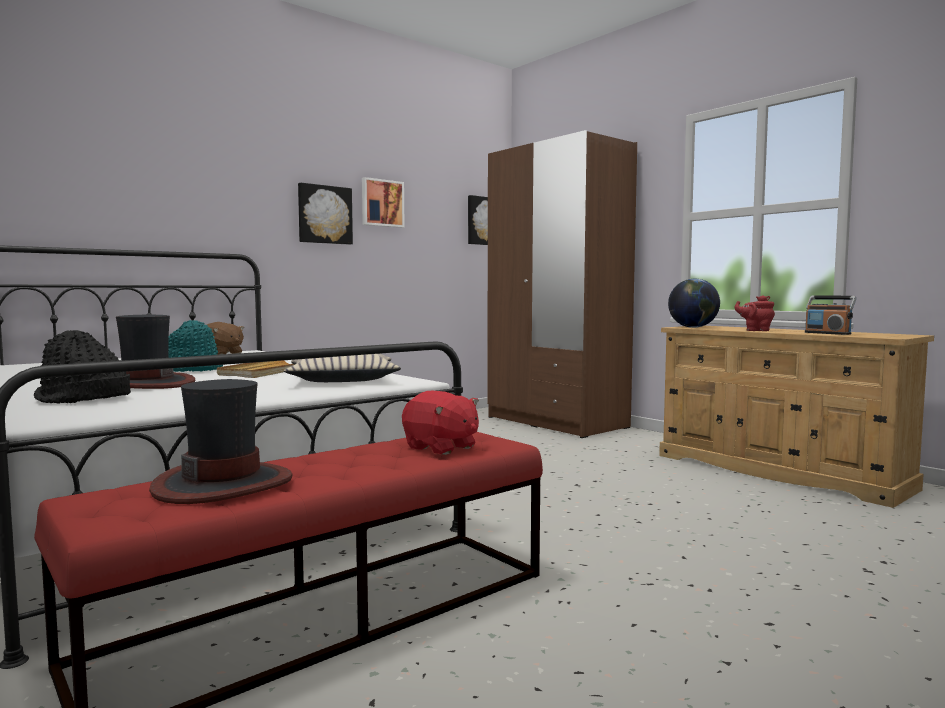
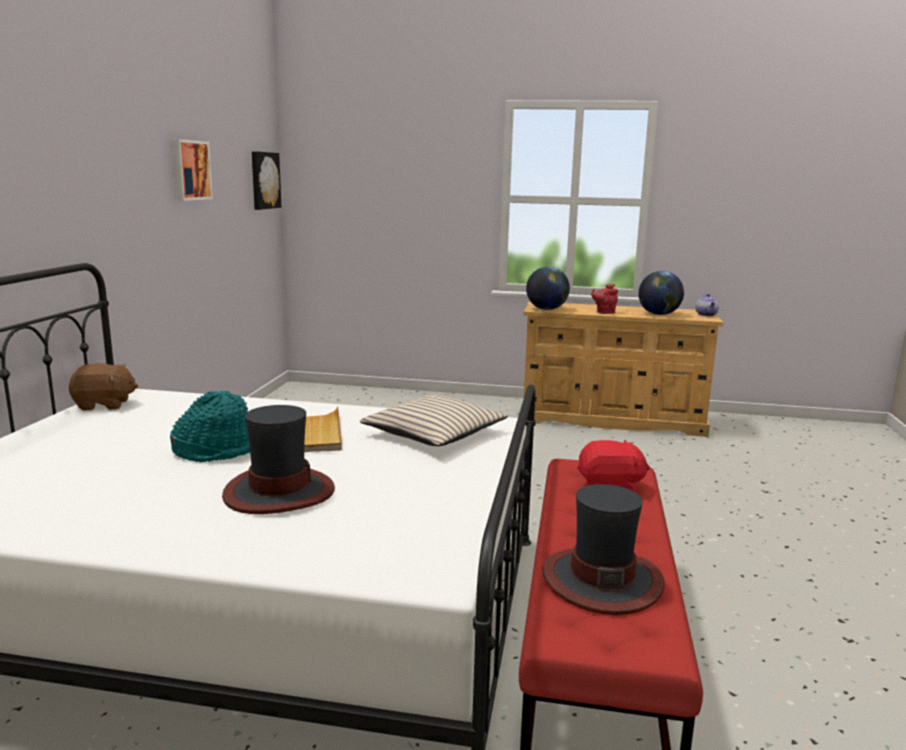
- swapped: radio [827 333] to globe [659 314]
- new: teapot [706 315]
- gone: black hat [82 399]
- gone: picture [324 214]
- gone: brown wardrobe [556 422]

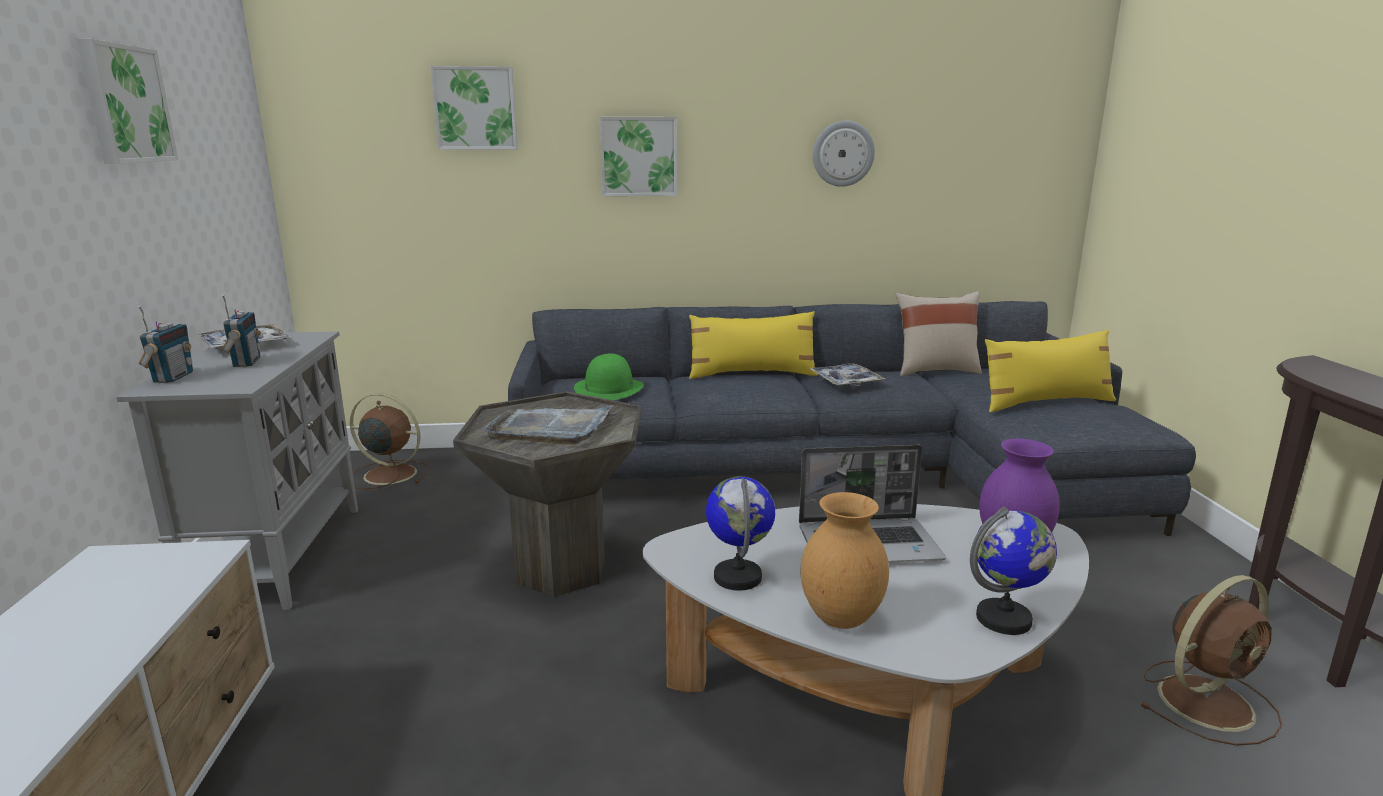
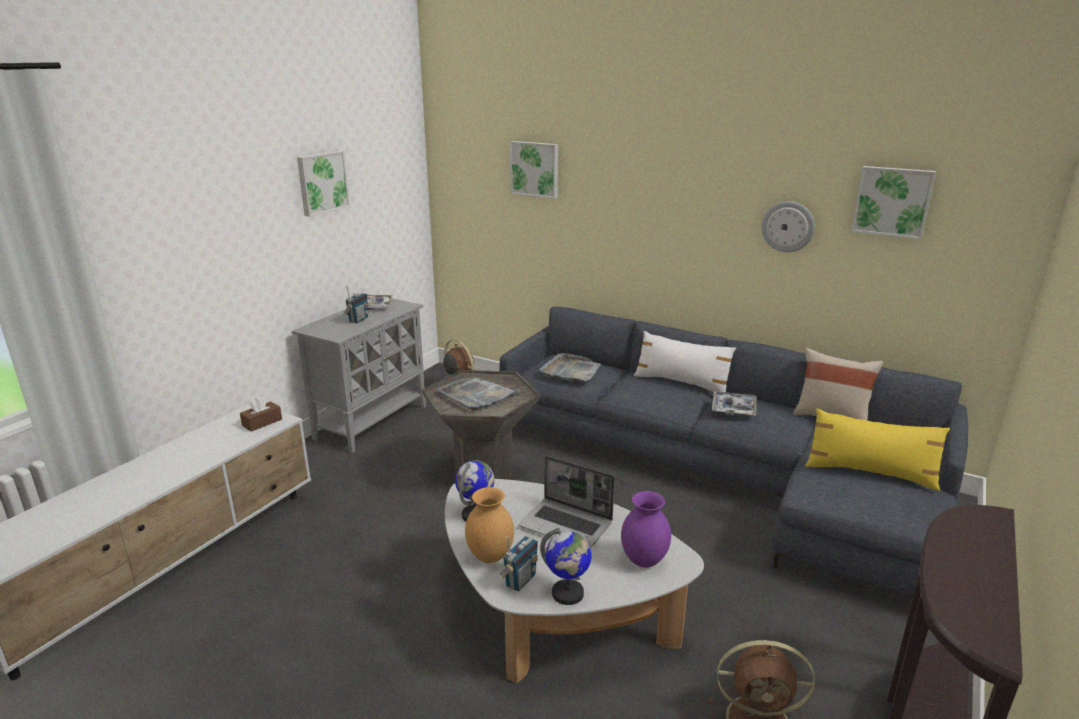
- new: brown tissue box [262 422]
- shifted: radio [172 377] to [520 580]
- swapped: green hat [609 388] to grey tray [571 371]
- repainted: yellow pillow [752 374] to white pillow [681 383]
- shifted: picture [638 156] to [892 201]

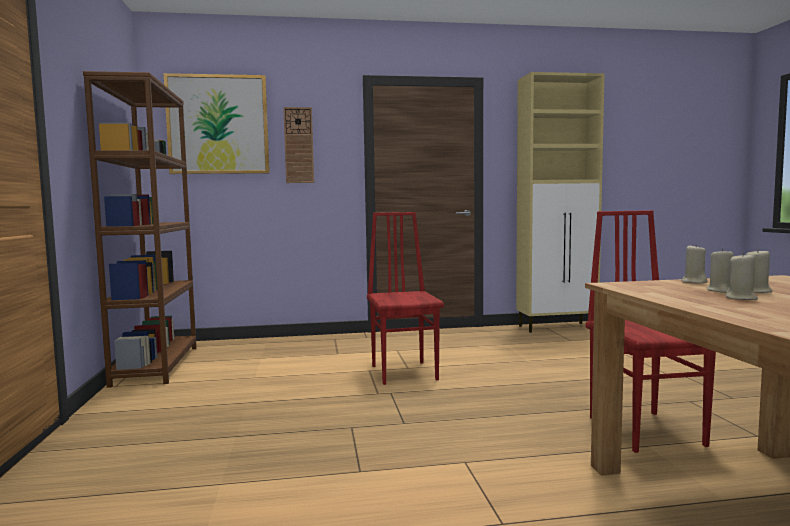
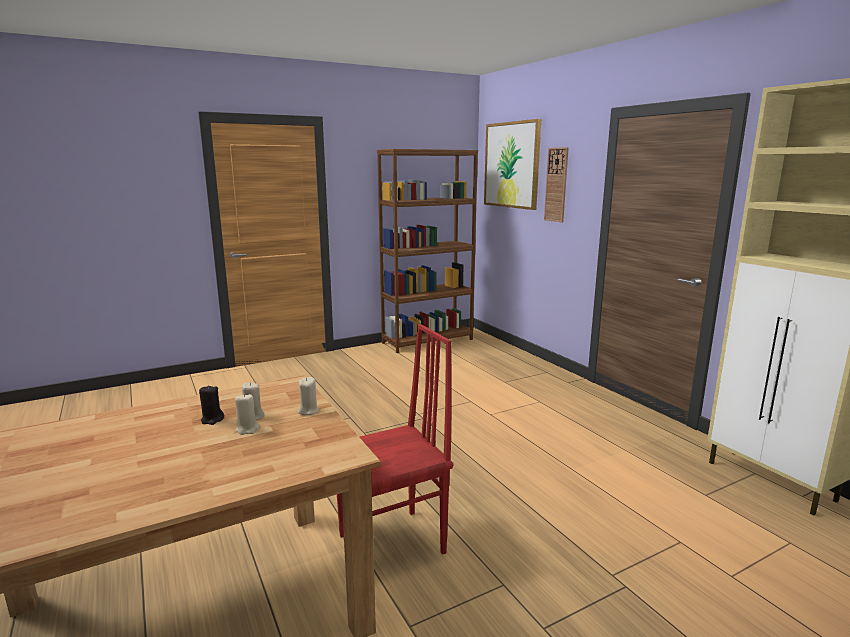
- repainted: beige candle [741 298] to black candle [212 420]
- gone: red chair [405 372]

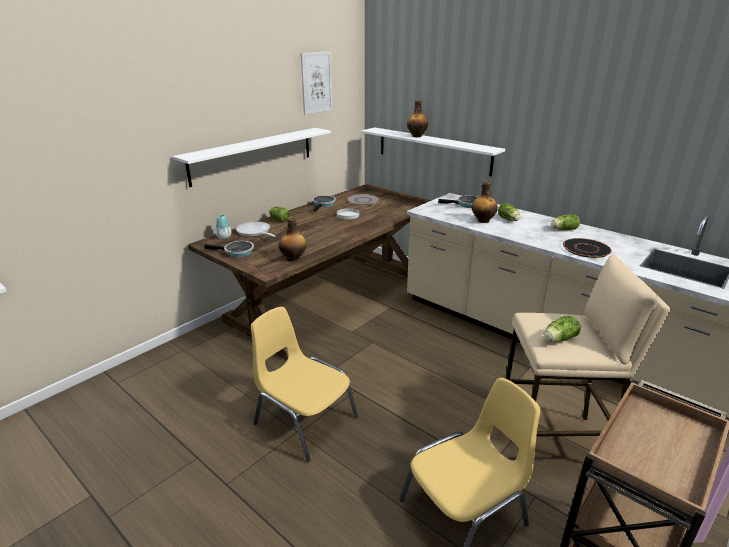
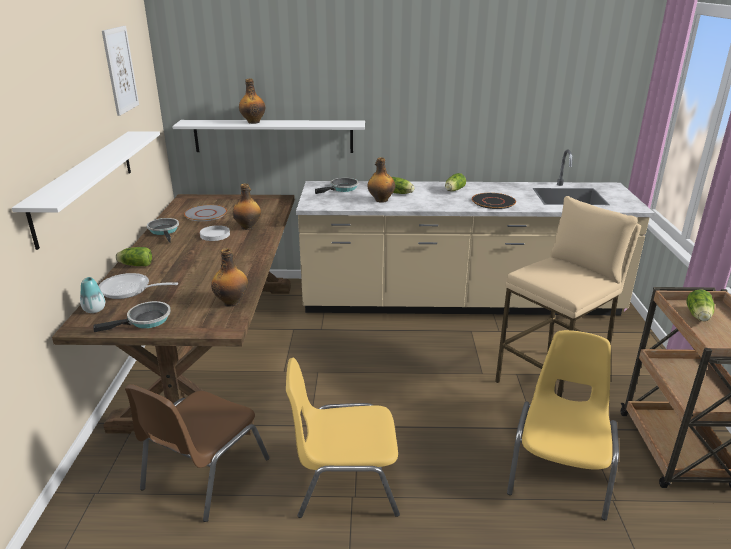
- new: brown chair [203 474]
- new: bottle [248 227]
- shifted: lettuce [558 339] to [698 316]

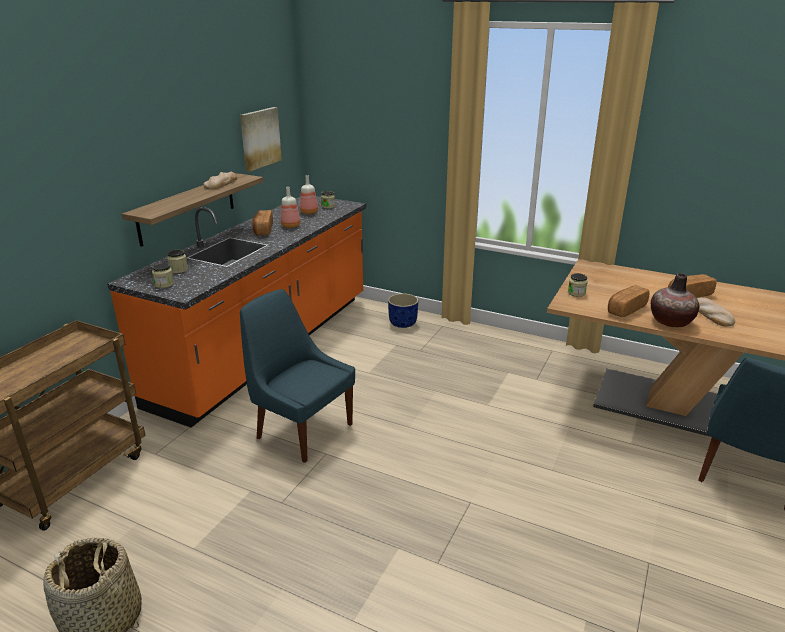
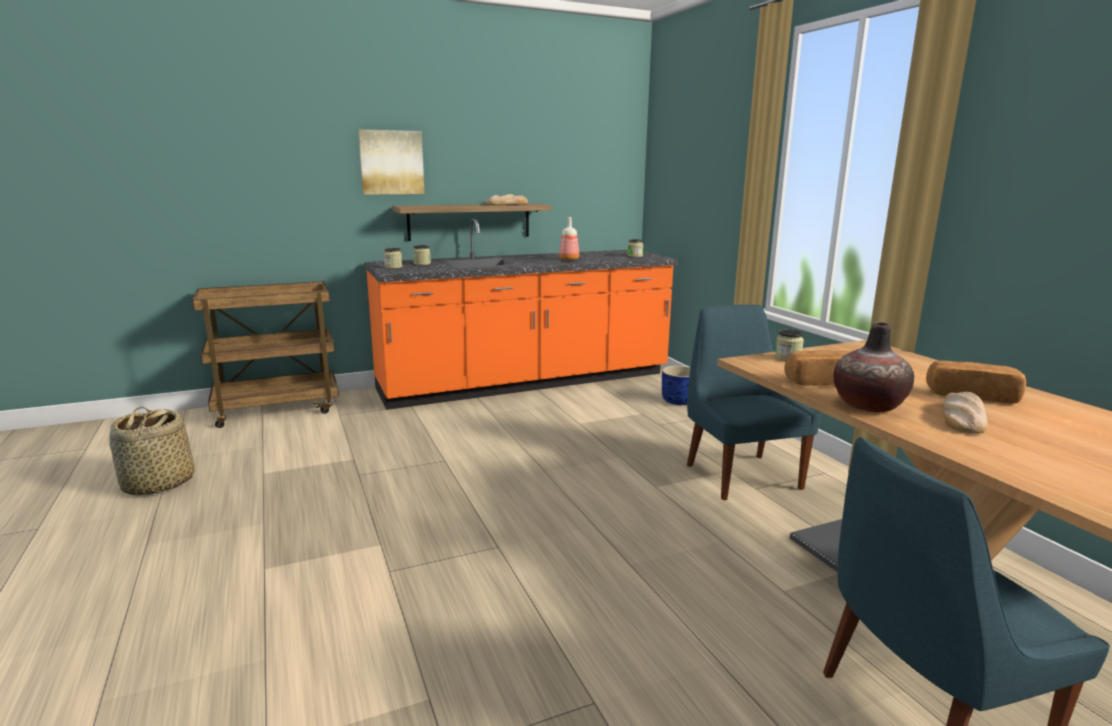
- shifted: picture [259 138] to [391 162]
- shifted: blue chair [302 430] to [740 475]
- gone: bread [263 230]
- gone: bottle [308 212]

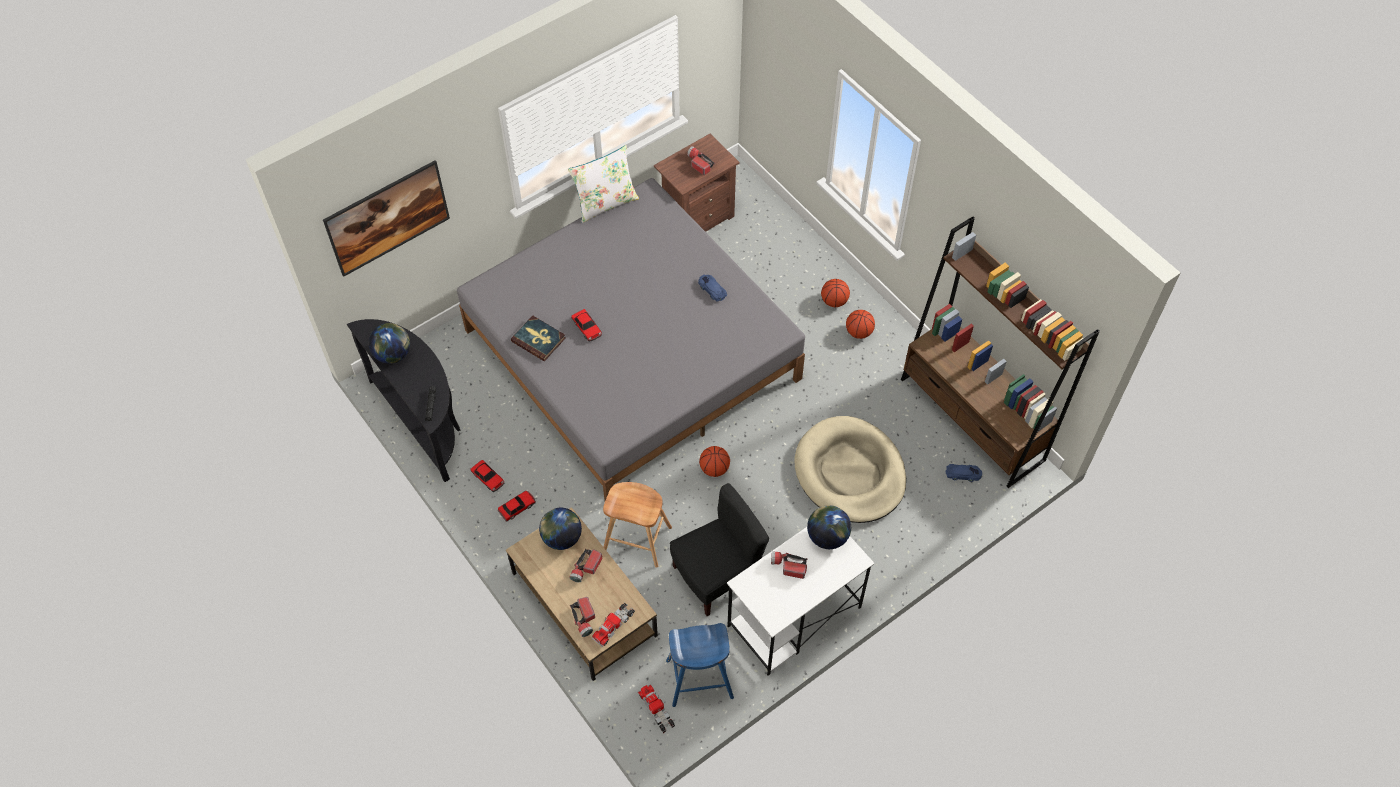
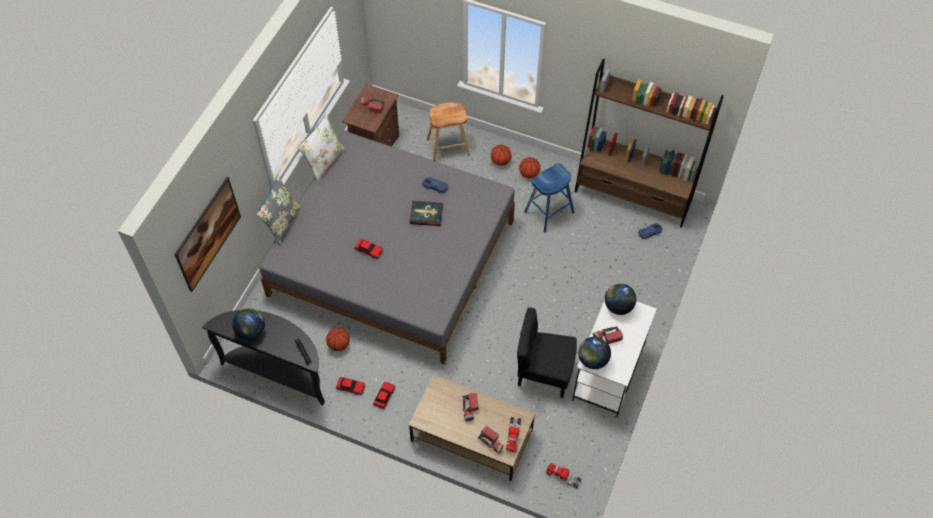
- new: grey pillow [282 223]
- shifted: basketball [714 469] to [339 345]
- shifted: book [538 339] to [426 214]
- shifted: brown stool [637 539] to [448 147]
- rotated: black chair [716 576] = [544 372] 105 degrees counterclockwise
- shifted: blue stool [700 679] to [549 212]
- shifted: globe [561 538] to [592 360]
- gone: beige dog bed [850 473]

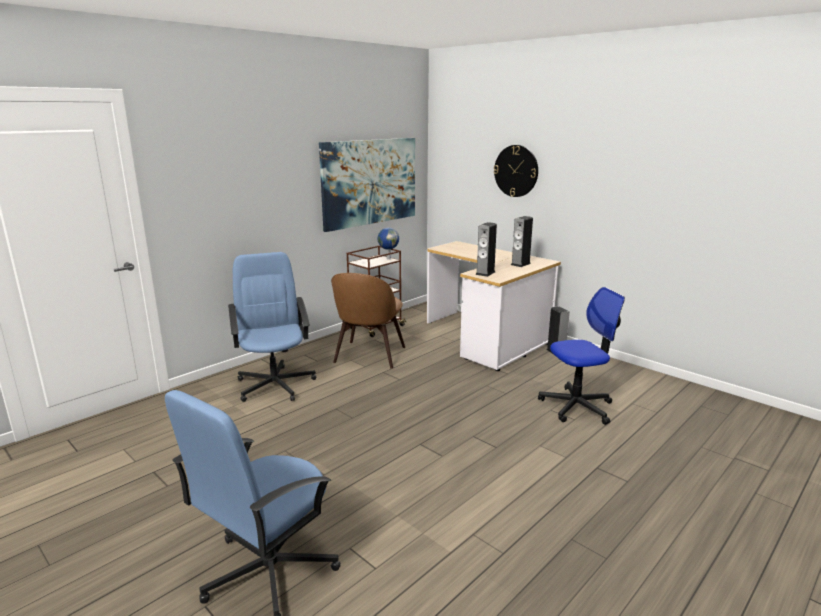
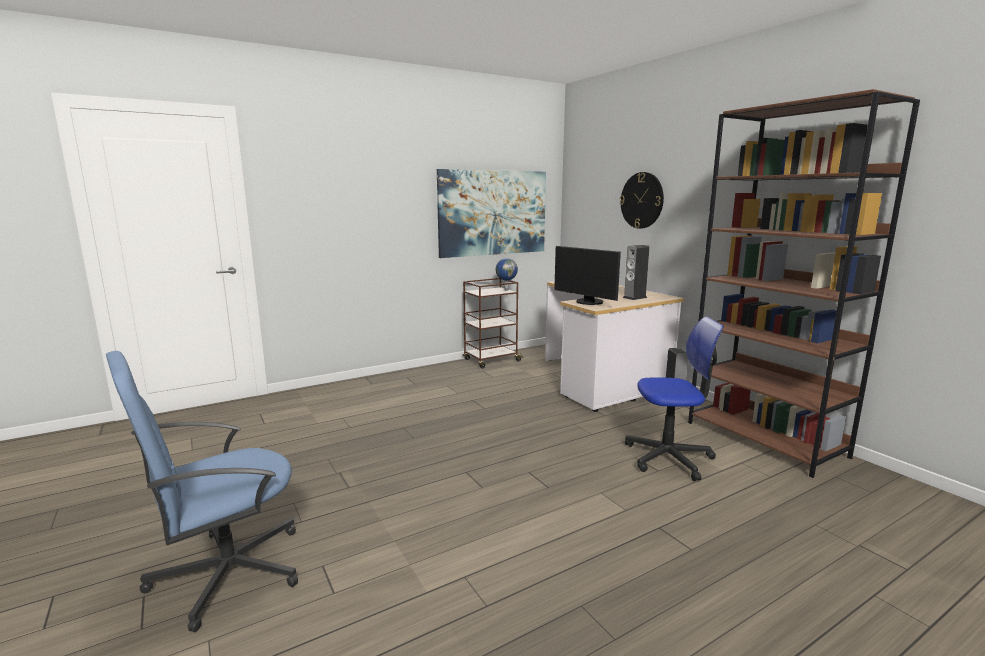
- swapped: speaker [485 273] to monitor [587 302]
- new: brown bookcase [765 439]
- gone: blue office chair [275 384]
- gone: brown chair [369 356]

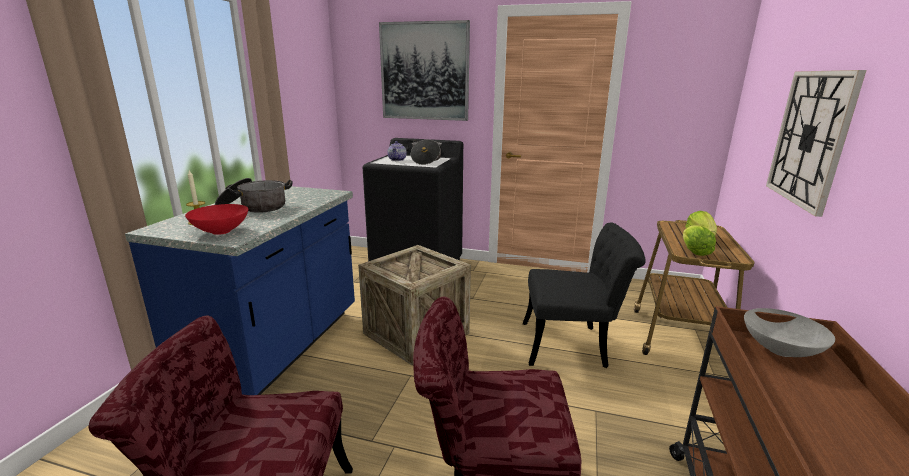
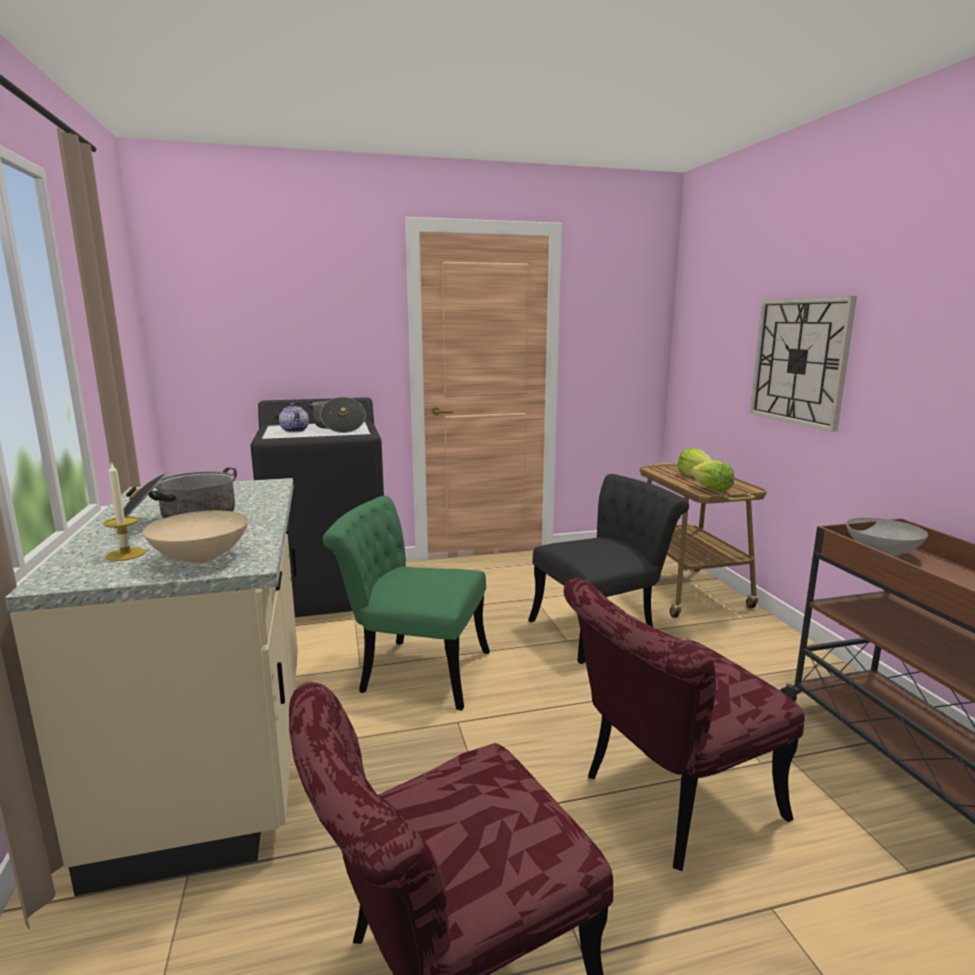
- repainted: blue counter [277 348] to beige counter [218 757]
- repainted: red bowl [221 232] to beige bowl [202 559]
- swapped: crate [416 333] to green chair [412 670]
- gone: picture [424 71]

